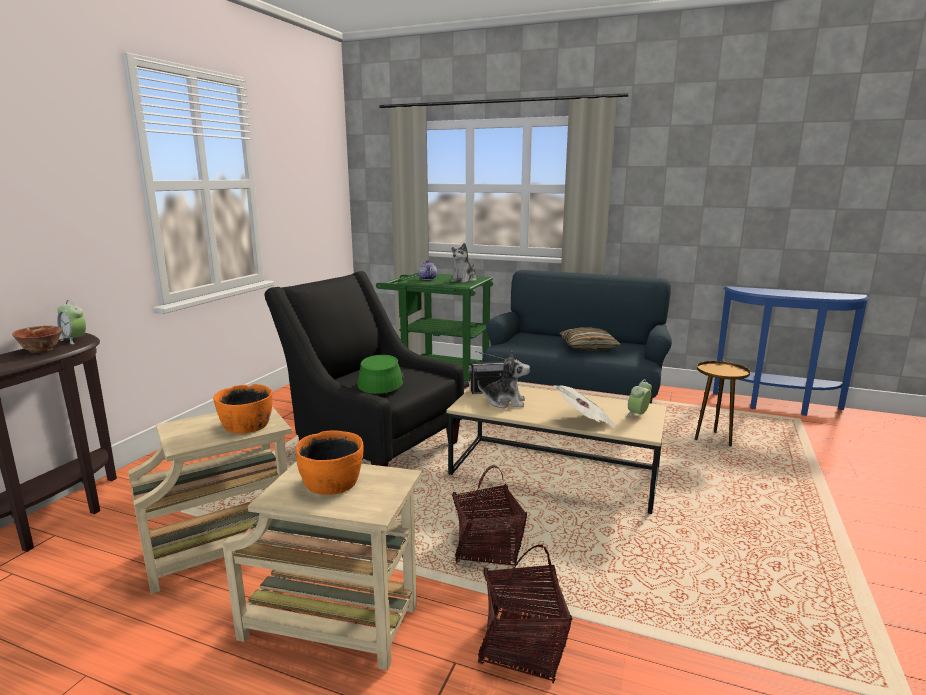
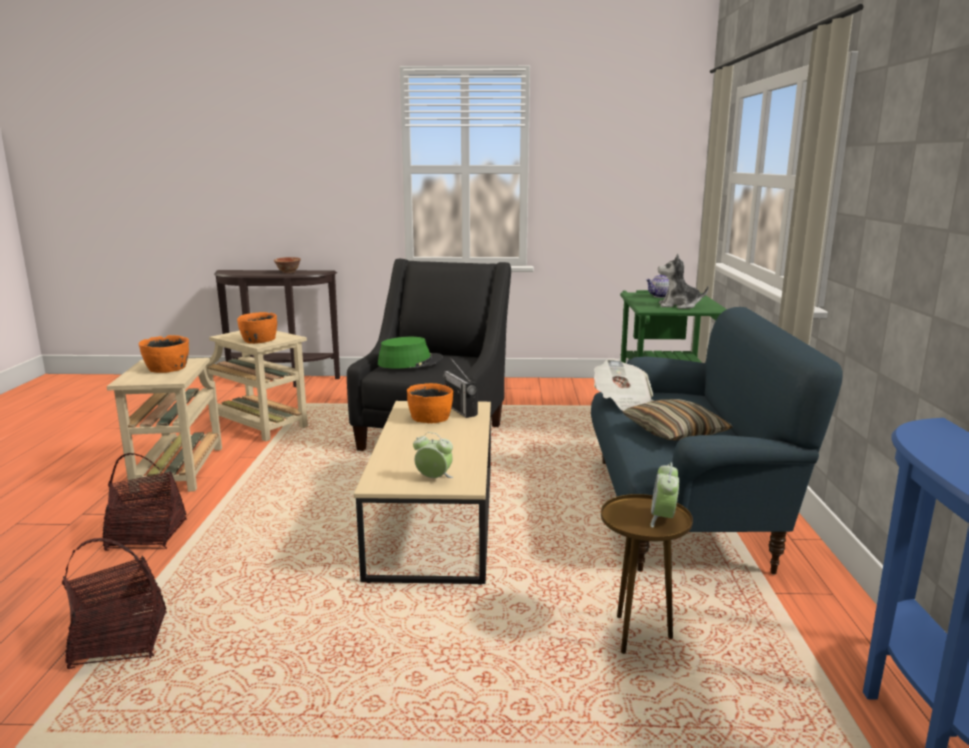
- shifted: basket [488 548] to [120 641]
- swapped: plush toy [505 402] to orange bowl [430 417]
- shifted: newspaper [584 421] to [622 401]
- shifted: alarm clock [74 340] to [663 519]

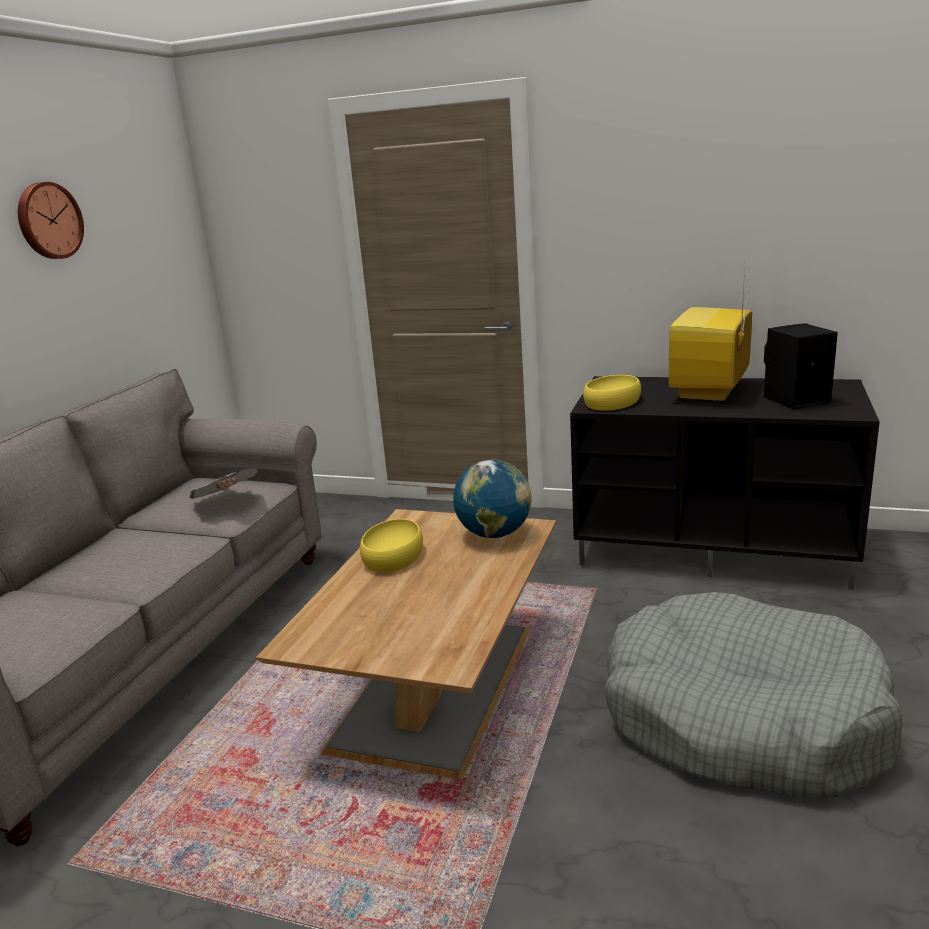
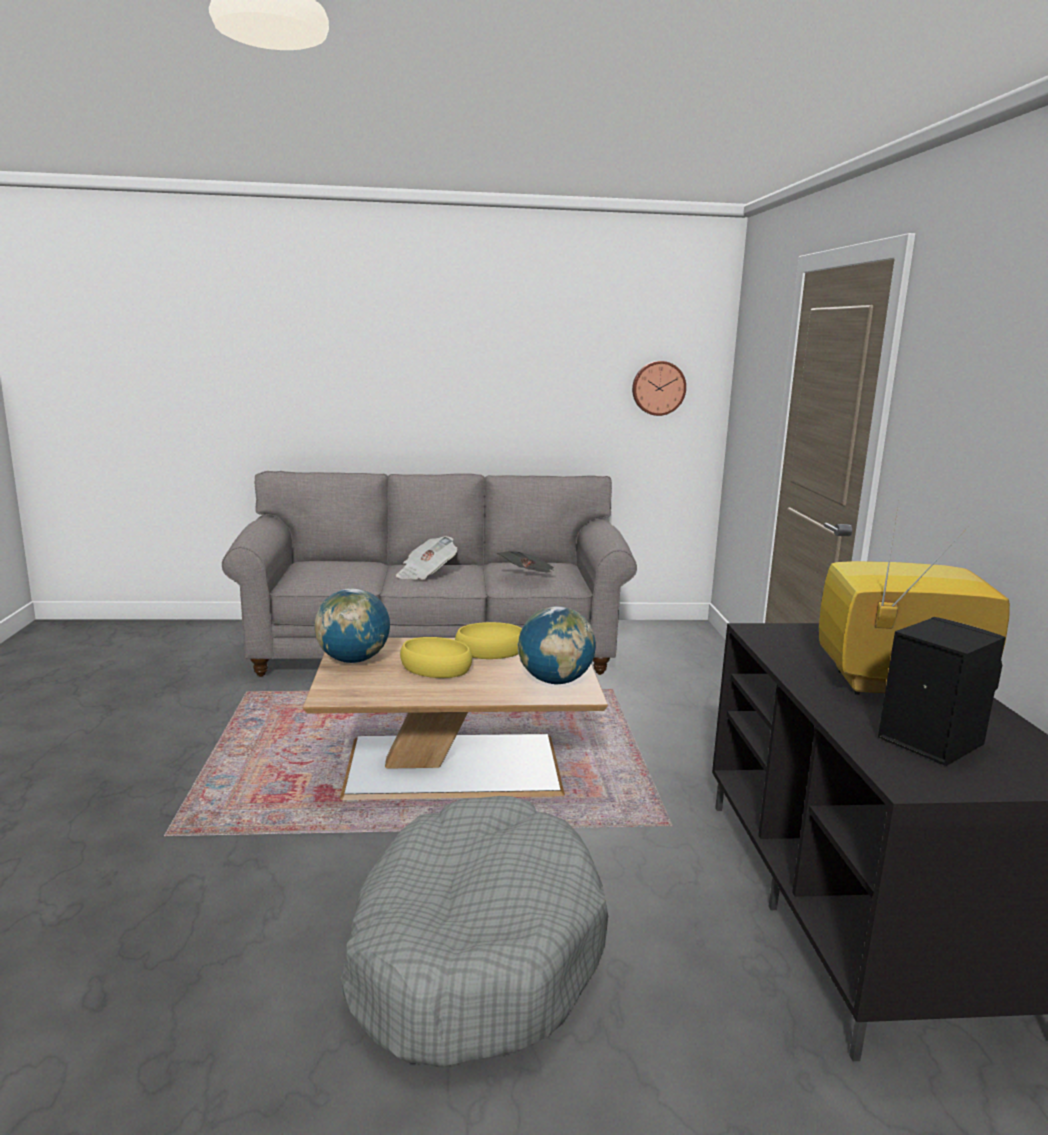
- new: globe [353 660]
- new: newspaper [426 574]
- shifted: yellow bowl [612 402] to [435 668]
- shifted: wall clock [48 221] to [658 388]

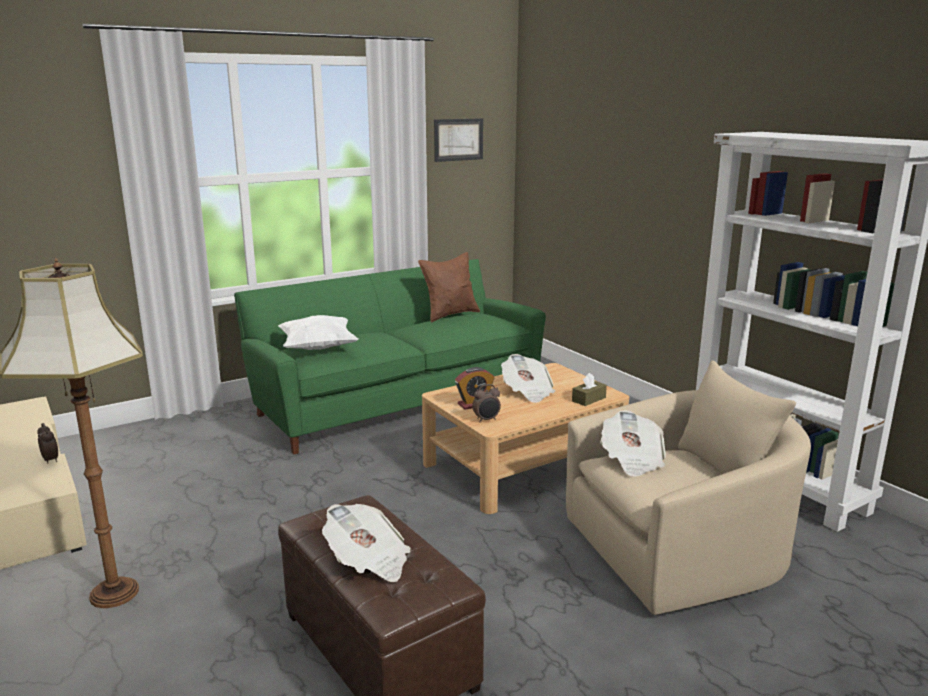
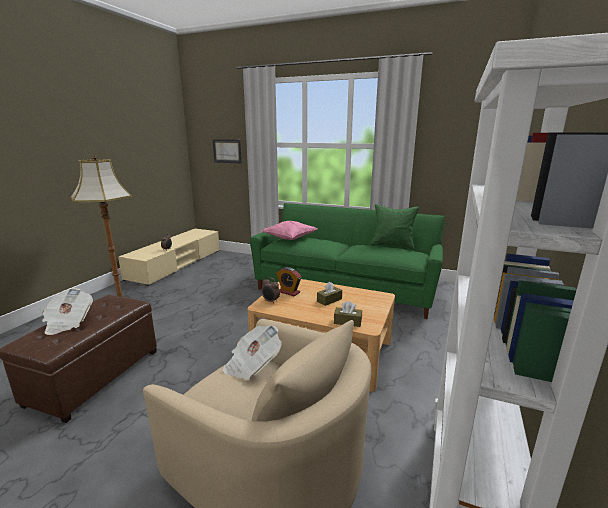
- shifted: picture [458 139] to [227 151]
- repainted: white pillow [318 348] to pink pillow [289 239]
- swapped: newspaper [527 392] to brown tissue box [329 300]
- repainted: brown pillow [450 315] to green pillow [392 246]

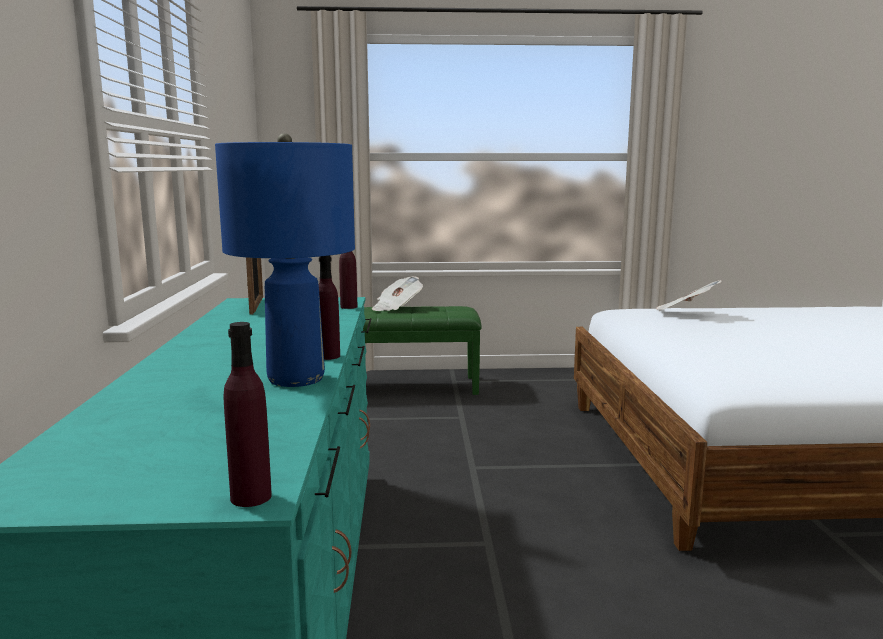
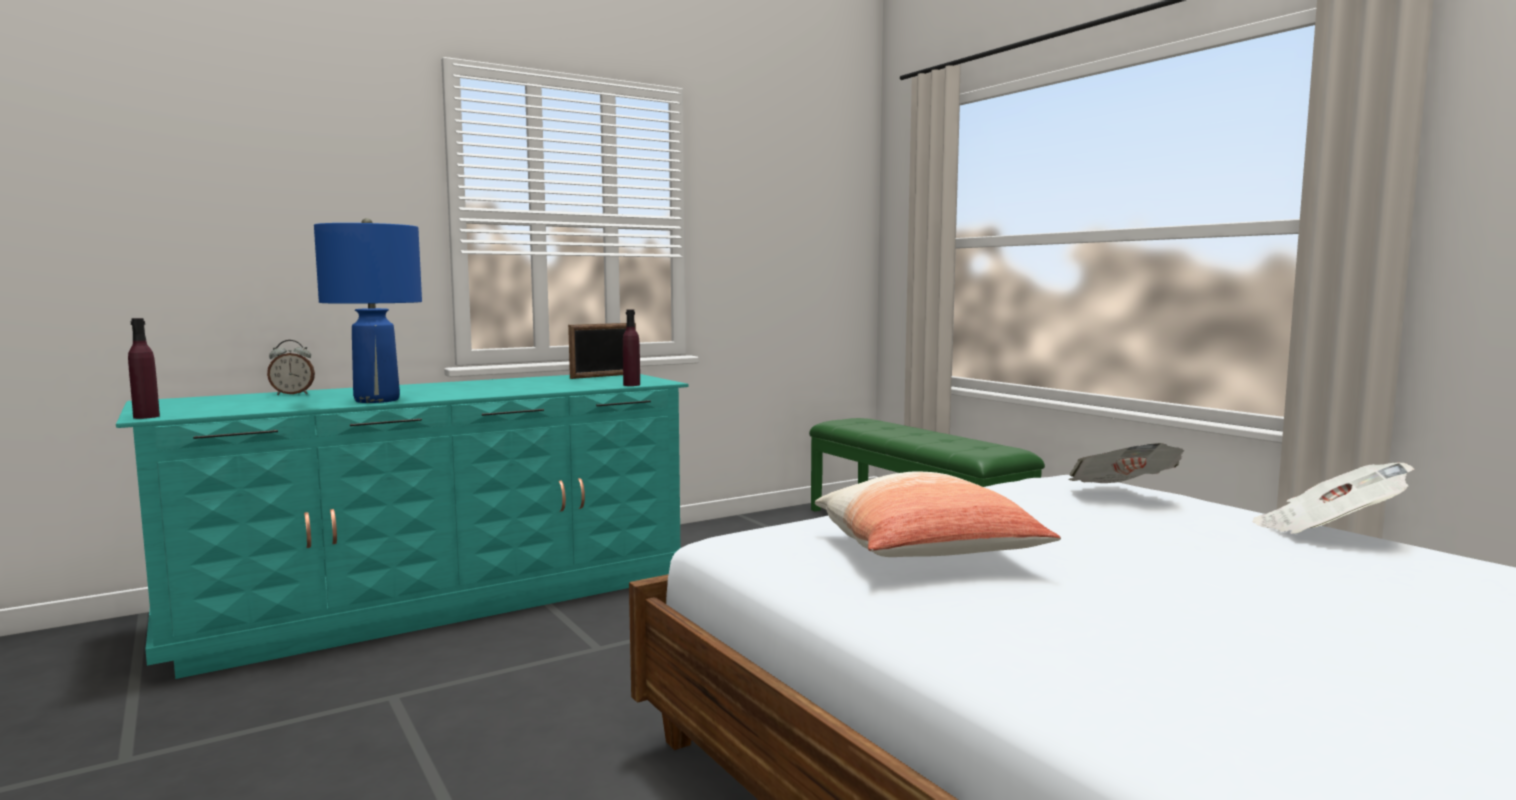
- new: alarm clock [293 394]
- new: pillow [928 554]
- shifted: newspaper [396 308] to [1326 532]
- gone: purple bottle [328 356]

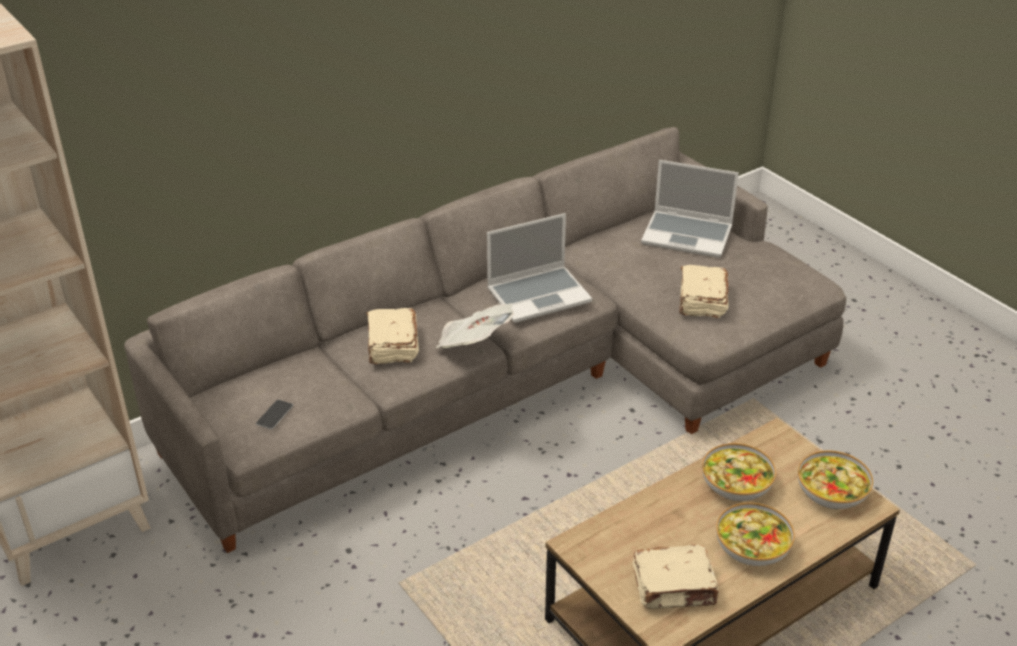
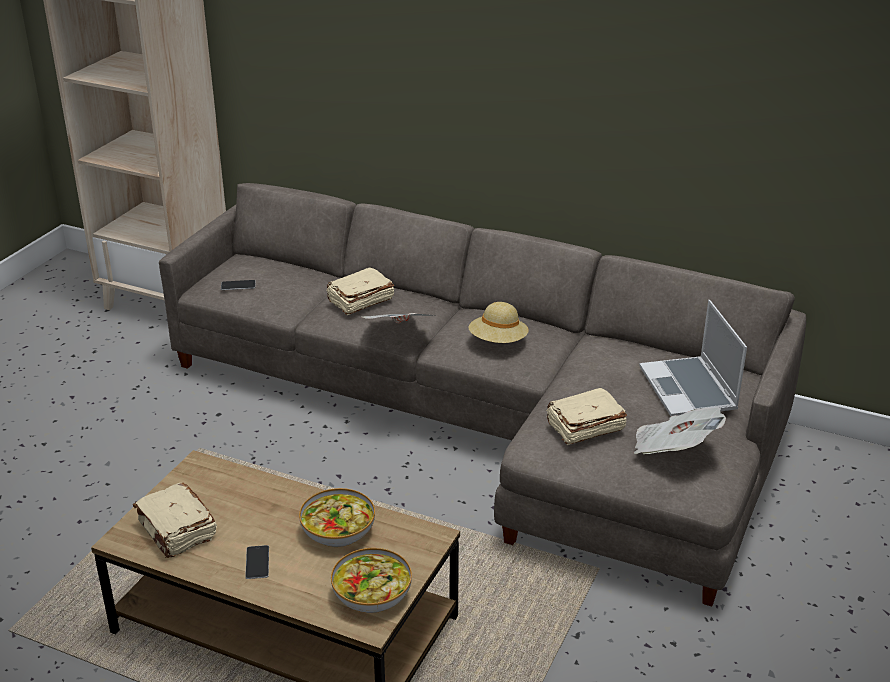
- swapped: bowl [752 547] to phone [257 562]
- swapped: laptop [539 295] to beige hat [498 341]
- new: newspaper [673 449]

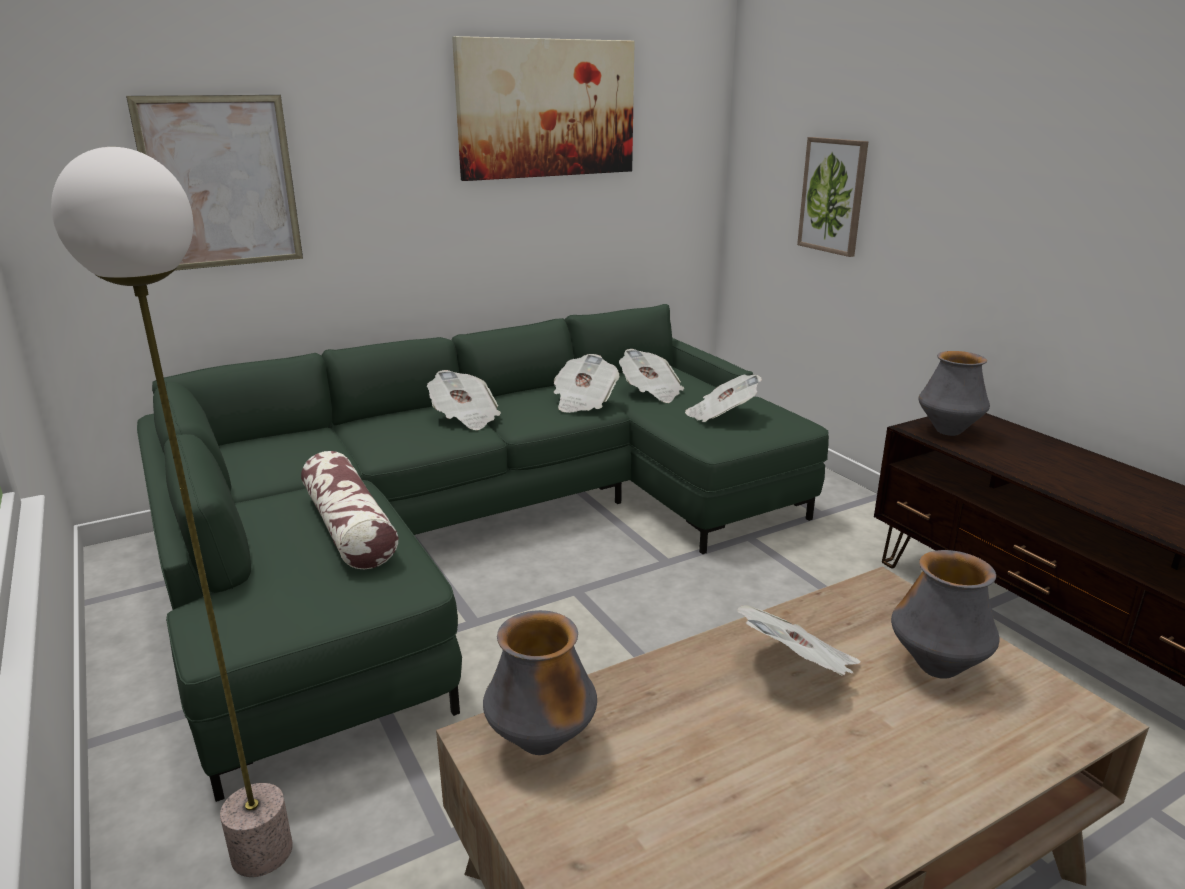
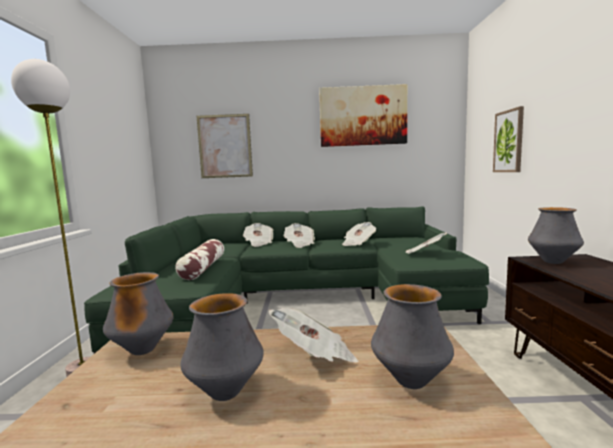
- new: vase [225 392]
- shifted: newspaper [651 392] to [258 243]

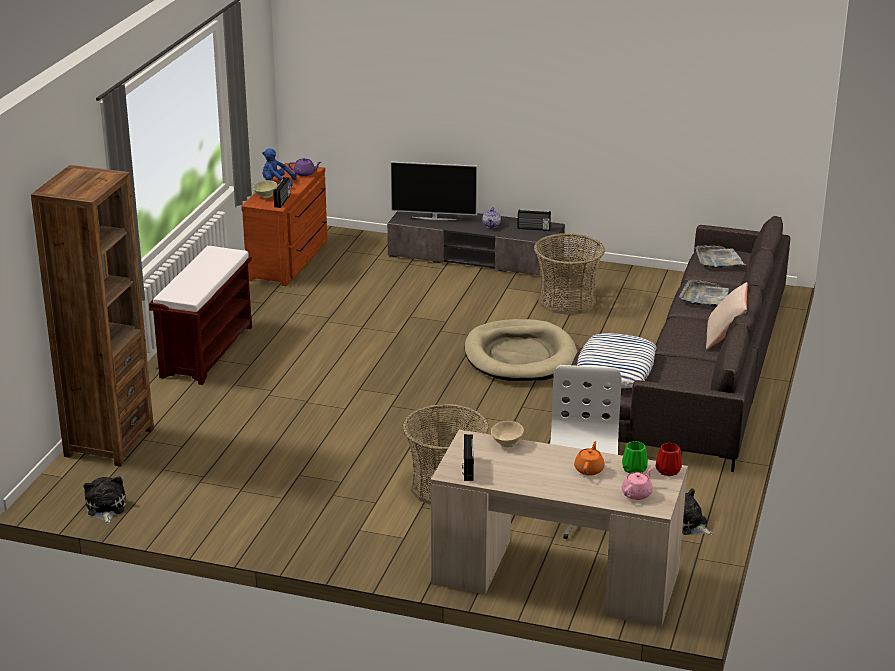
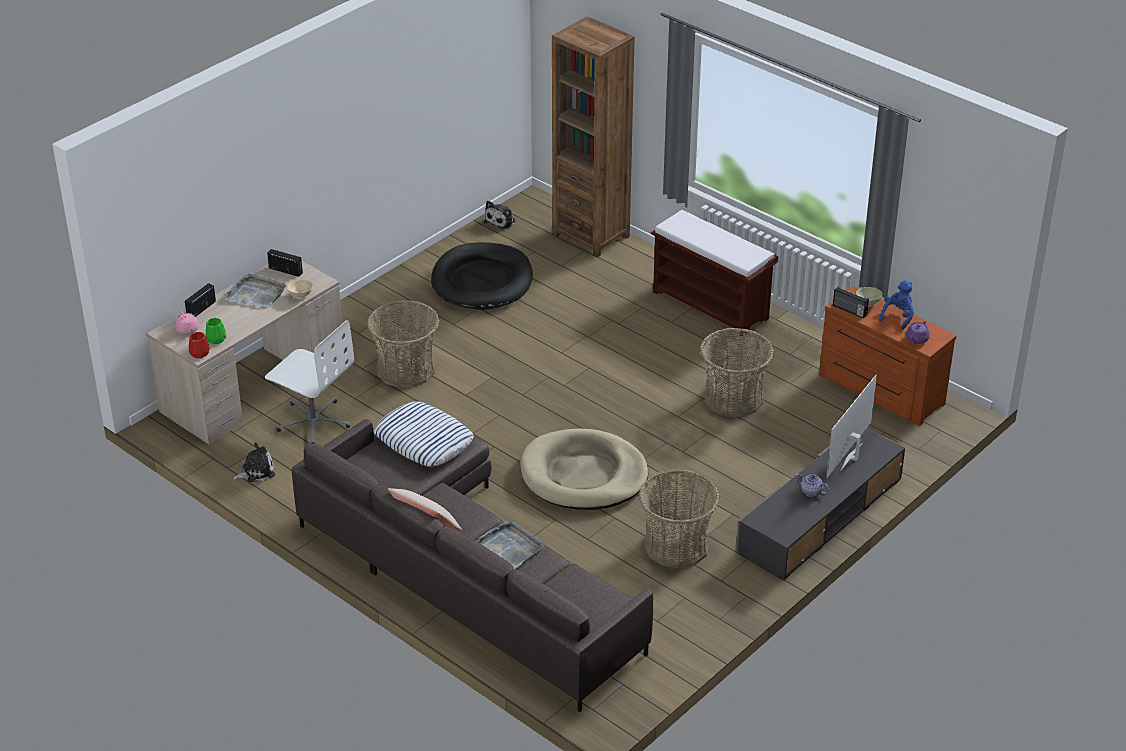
- shifted: radio [533 228] to [200 309]
- shifted: grey tray [718 260] to [256 294]
- new: black dog bed [482 281]
- rotated: plush toy [105 508] = [501 221] 105 degrees clockwise
- new: basket [733 398]
- gone: orange teapot [589 469]

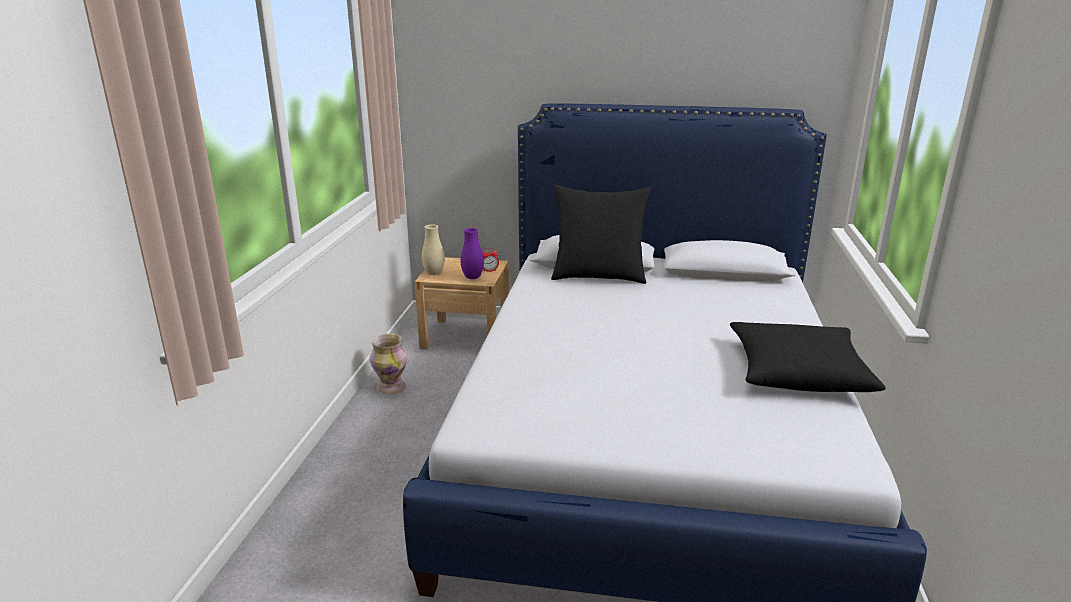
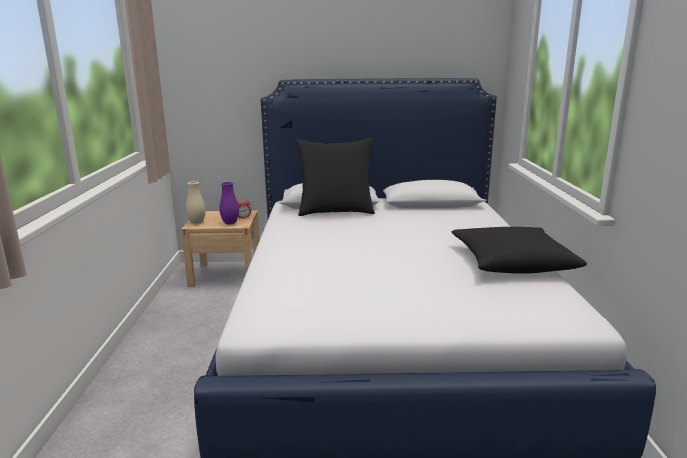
- gone: vase [391 388]

